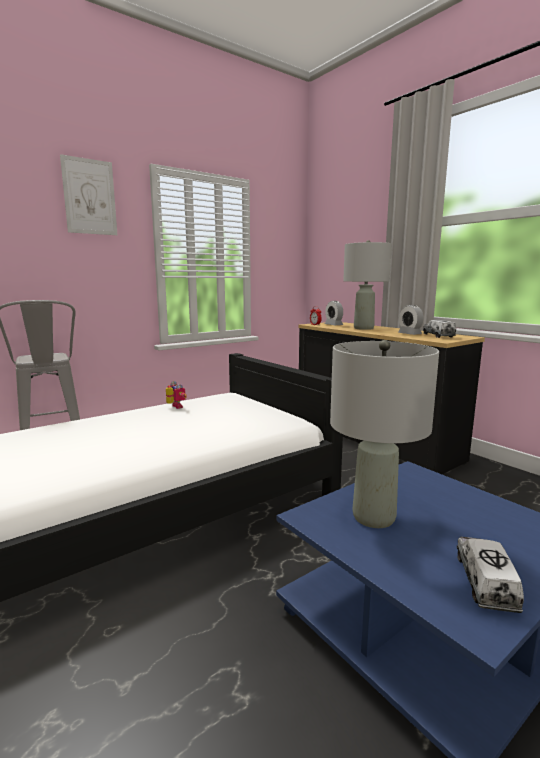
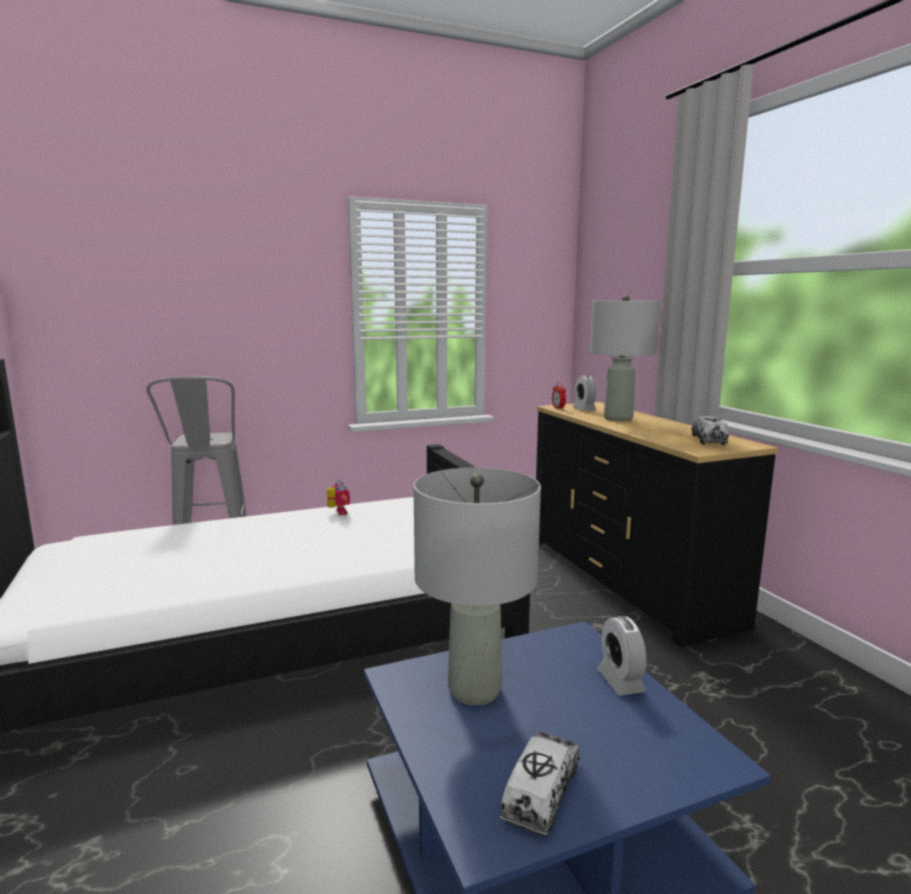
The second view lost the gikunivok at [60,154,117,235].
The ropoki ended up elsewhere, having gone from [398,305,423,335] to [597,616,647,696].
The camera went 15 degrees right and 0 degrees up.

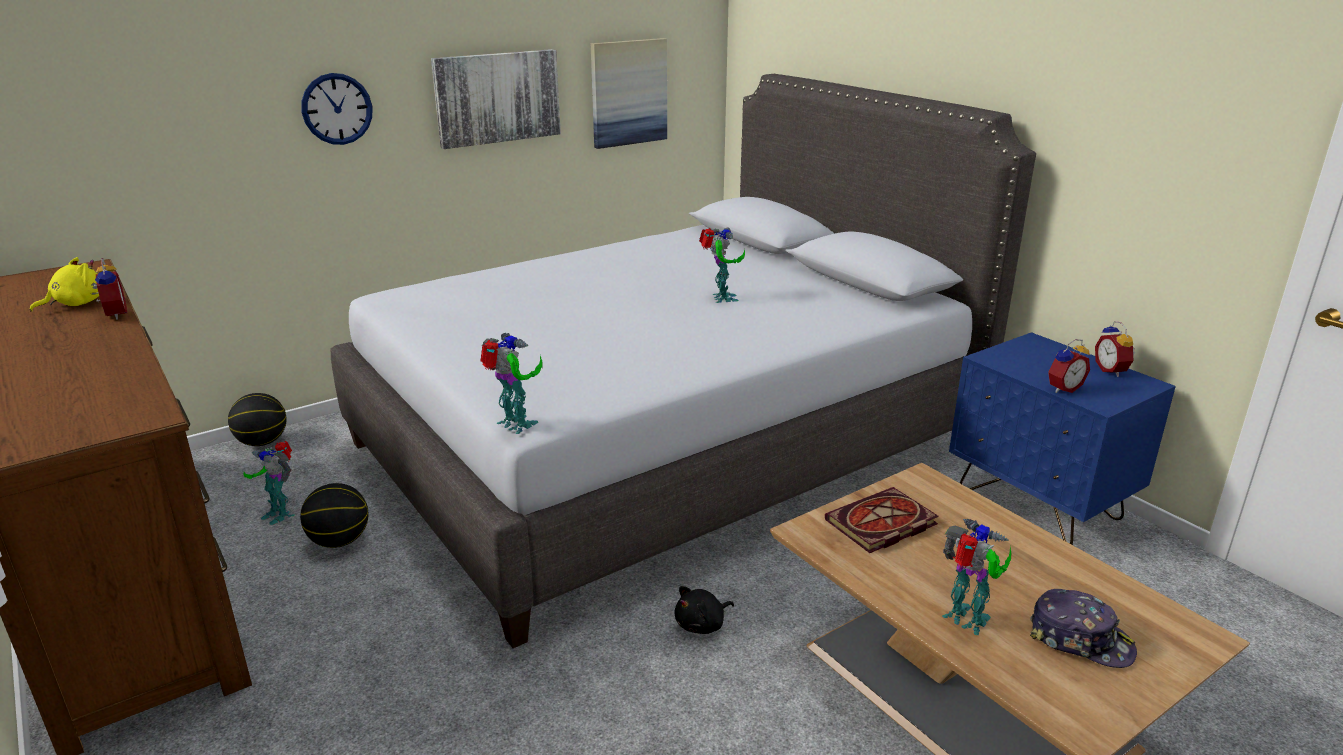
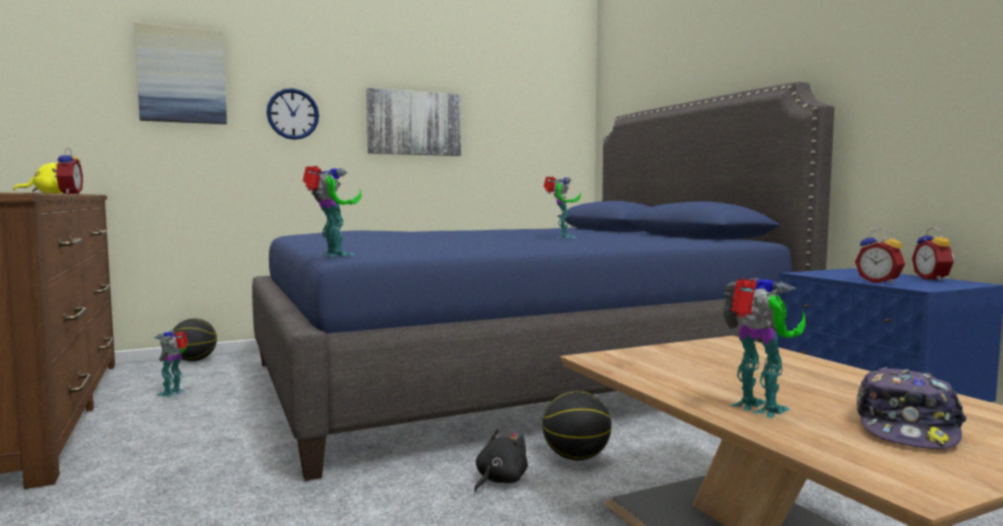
The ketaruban at [244,441,295,525] ended up facing another way, 60 degrees clockwise from before.
The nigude ended up elsewhere, having gone from [300,483,369,548] to [542,390,611,461].
What was the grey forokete at [331,74,1036,648] turned into the blue forokete at [252,82,835,481].
The gikunivok ended up elsewhere, having gone from [591,38,667,149] to [134,22,227,124].
The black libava at [674,586,734,634] ended up facing another way, 150 degrees clockwise from before.
The second view lost the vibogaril at [825,487,939,553].
The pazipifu at [1030,589,1137,668] ended up facing another way, 75 degrees clockwise from before.
The ropoki at [1048,339,1090,393] ended up facing another way, 75 degrees clockwise from before.
The camera went 10 degrees right and 20 degrees down.

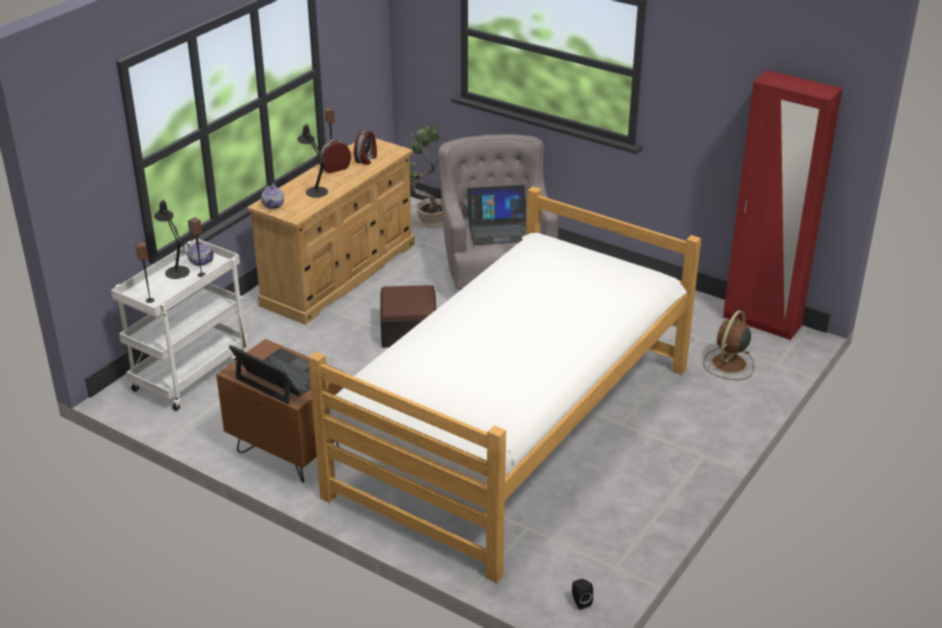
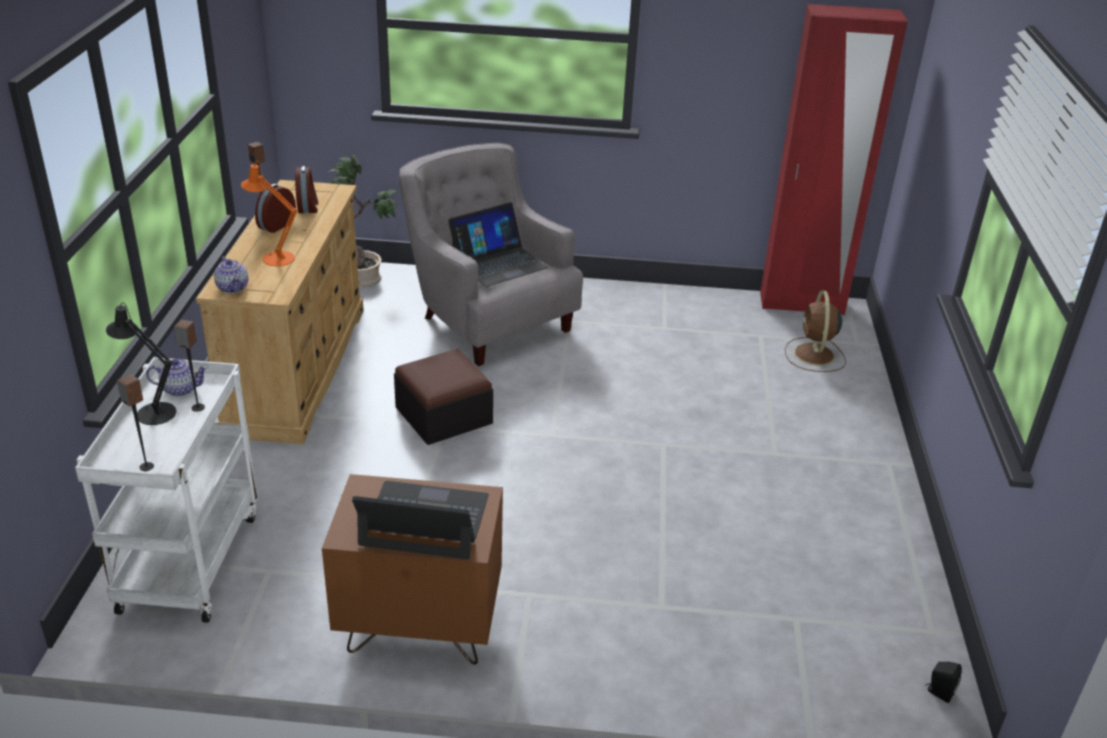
What was the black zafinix at [297,123,328,198] turned into the orange zafinix at [241,161,297,266].
The second view lost the forokete at [308,186,701,583].
The camera went 30 degrees left and 0 degrees up.

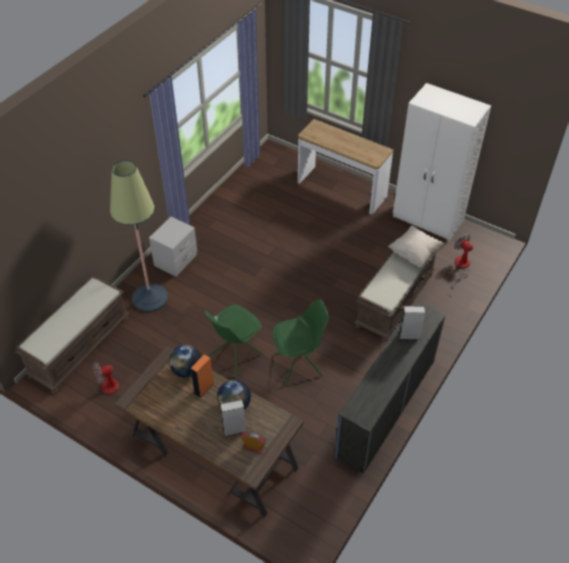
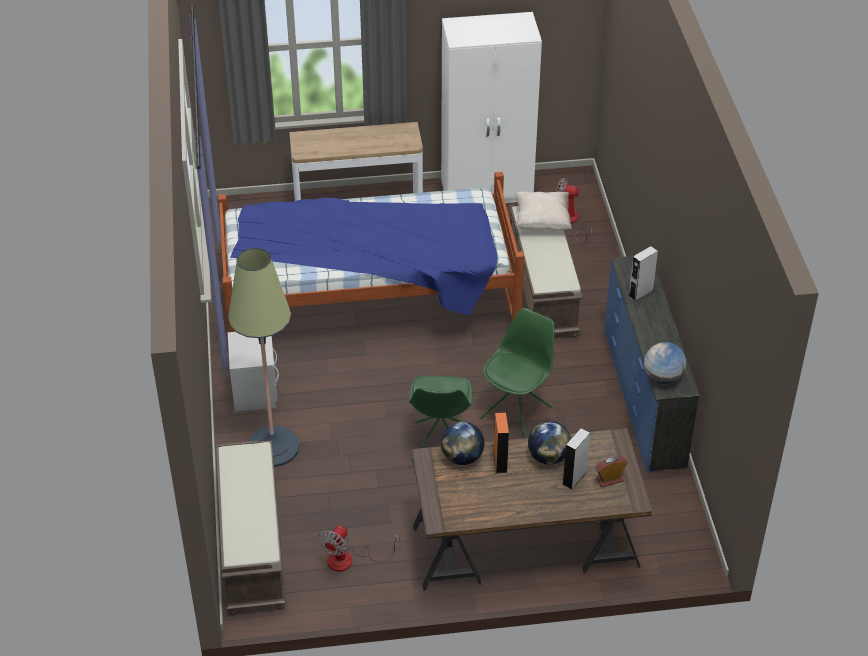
The second view gained the forokete at [218,172,525,332].
The second view gained the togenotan at [644,342,686,384].
The camera went 40 degrees left and 5 degrees down.

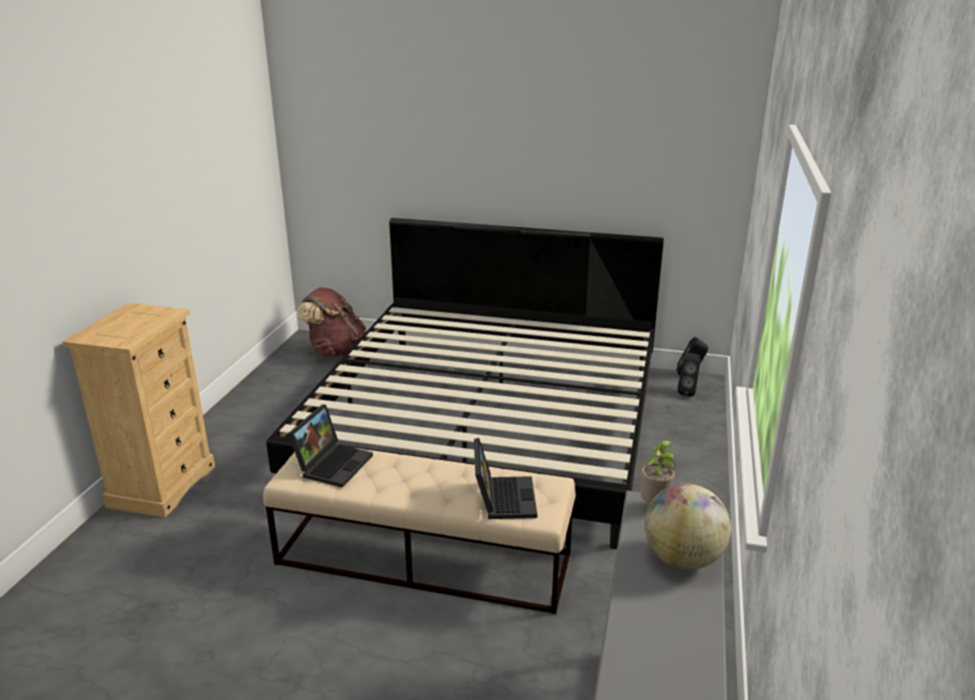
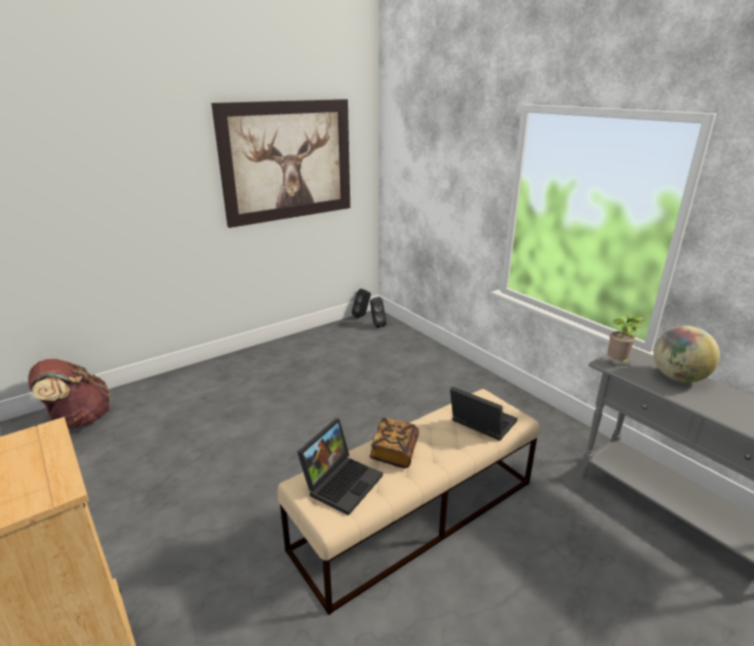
The second view lost the forokete at [266,218,664,549].
The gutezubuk at [288,404,373,488] ended up facing another way, 60 degrees clockwise from before.
The second view gained the gikunivok at [211,99,350,228].
The second view gained the vibogaril at [369,418,419,468].
The camera went 50 degrees left and 0 degrees up.

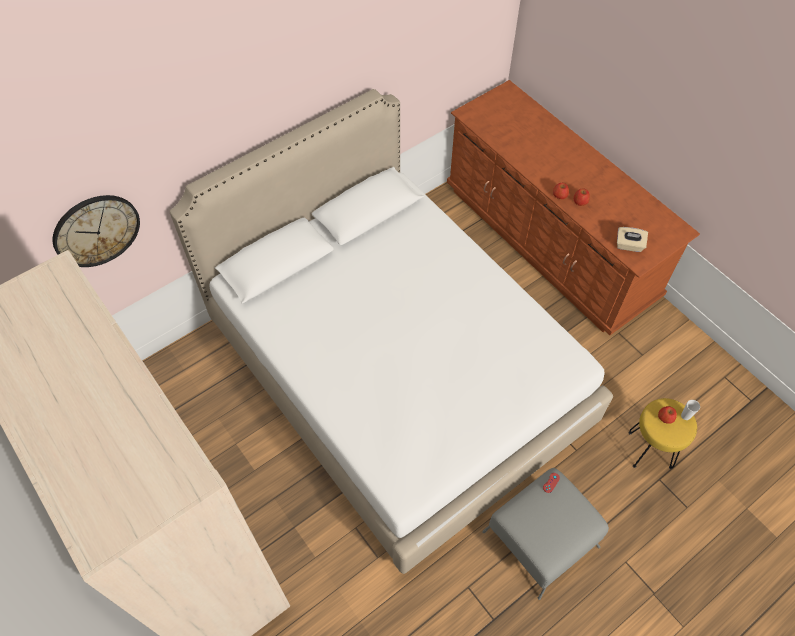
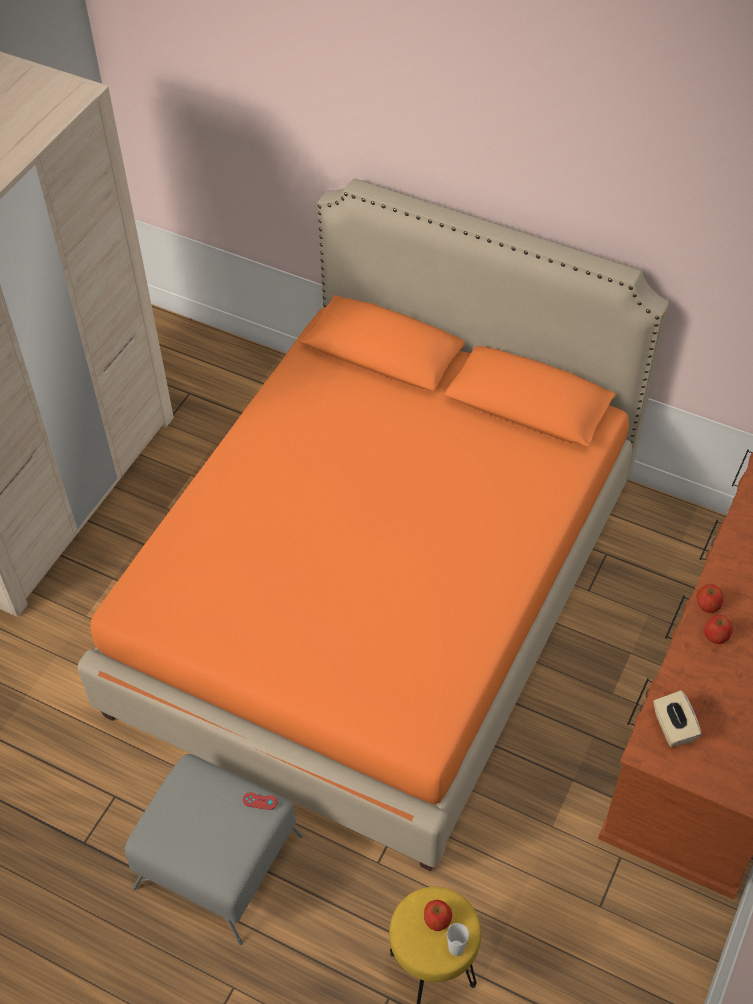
The second view lost the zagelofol at [53,195,140,267].
What was the white forokete at [169,89,613,574] turned into the orange forokete at [77,179,669,871].
The camera went 65 degrees right and 5 degrees down.

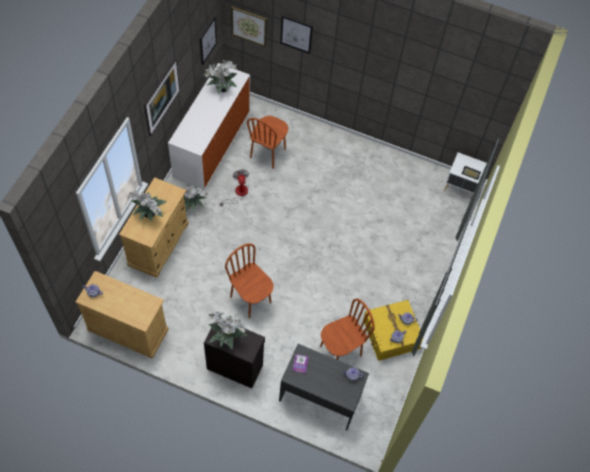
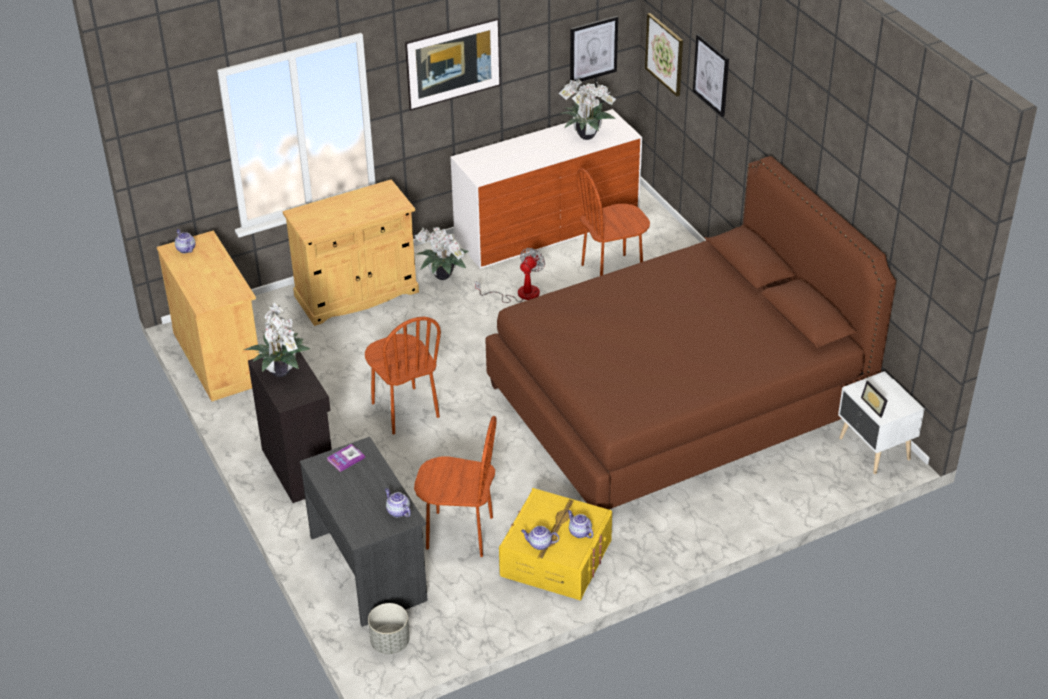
The second view lost the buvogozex at [129,190,167,222].
The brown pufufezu at [225,243,273,318] ended up facing another way, 150 degrees clockwise from before.
The second view gained the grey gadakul at [368,603,410,654].
The second view gained the brown forokete at [485,156,896,510].
The camera went 45 degrees right and 20 degrees down.

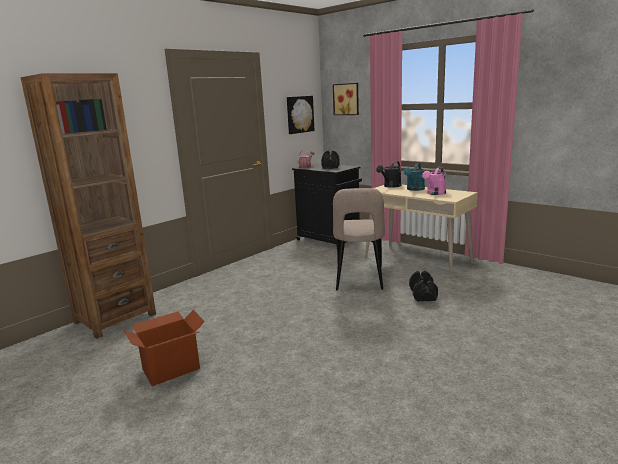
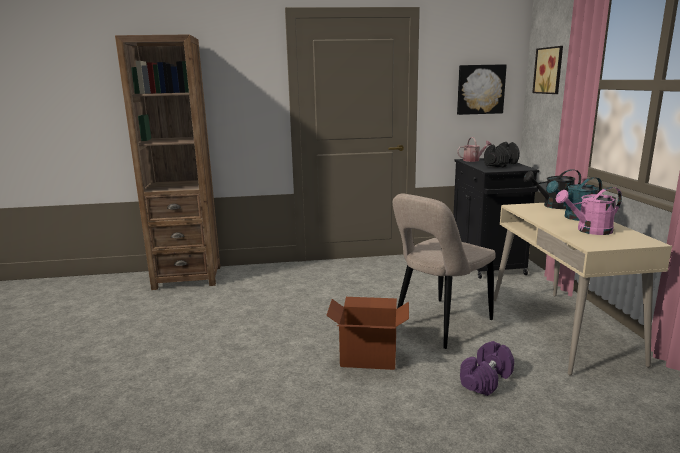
The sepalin ended up elsewhere, having gone from [124,310,205,386] to [326,297,409,370].
What was the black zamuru at [409,271,438,302] turned into the purple zamuru at [460,341,514,396].
The camera went 40 degrees right and 0 degrees up.

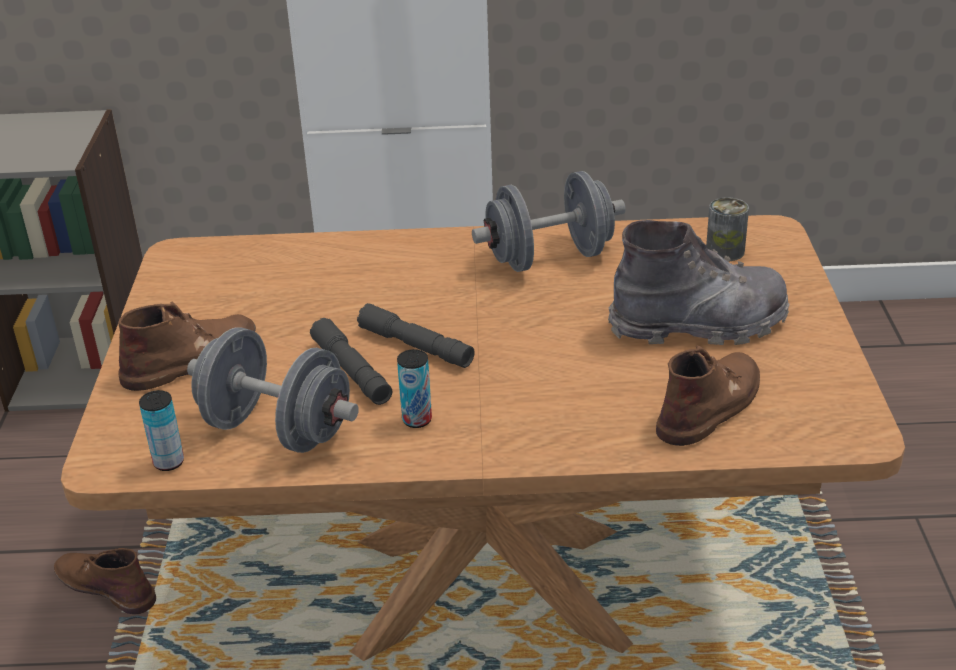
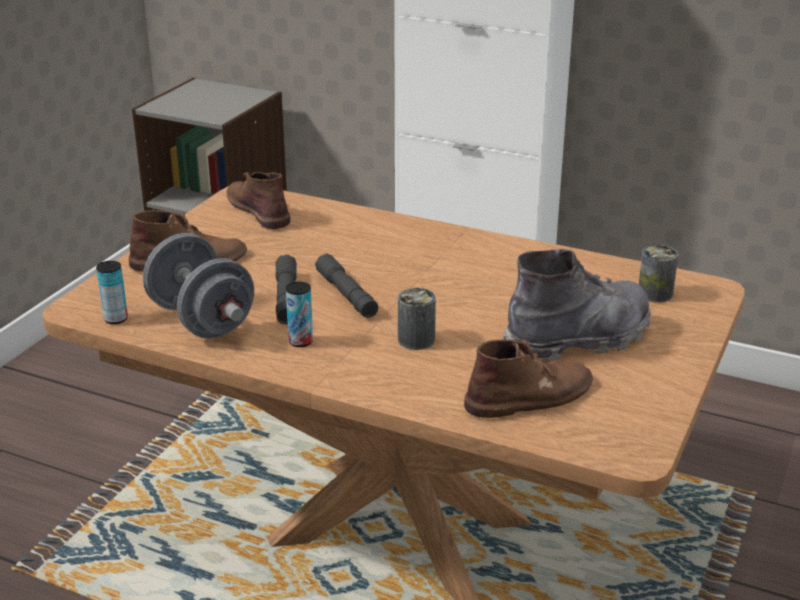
The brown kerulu ended up elsewhere, having gone from [54,548,156,614] to [226,172,291,229].
The second view lost the grey zamuru at [472,171,626,272].
The grey kerulu at [608,220,790,345] ended up facing another way, 45 degrees counterclockwise from before.
The second view gained the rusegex at [398,288,436,350].
The camera went 25 degrees right and 5 degrees down.

